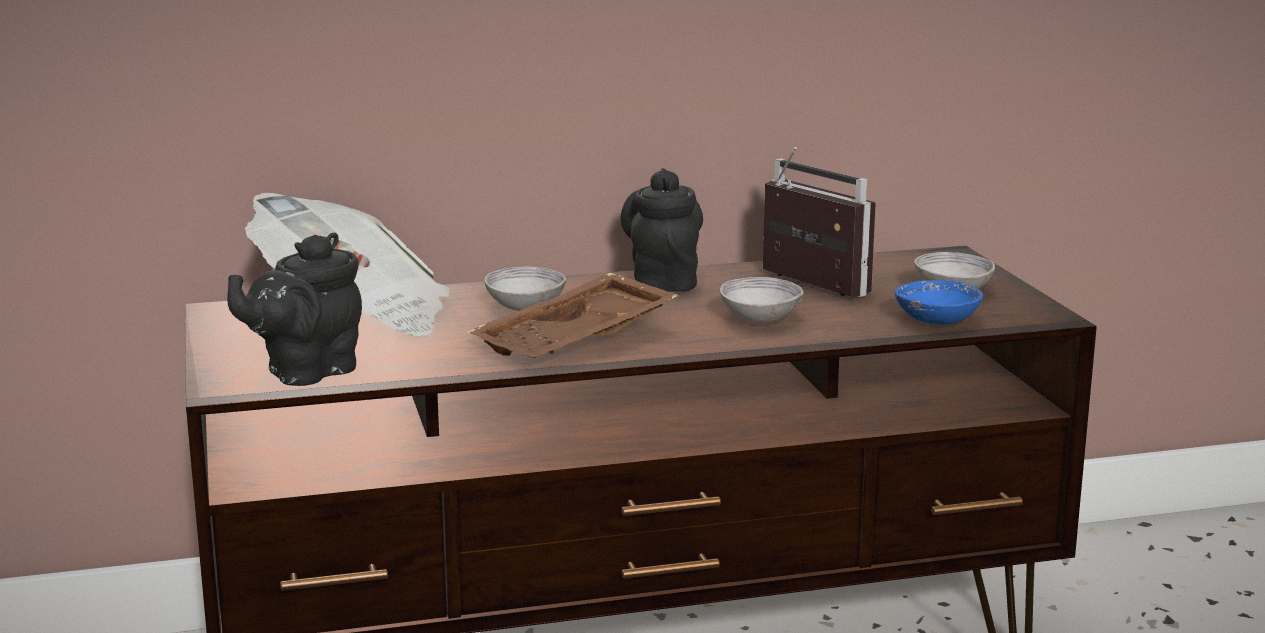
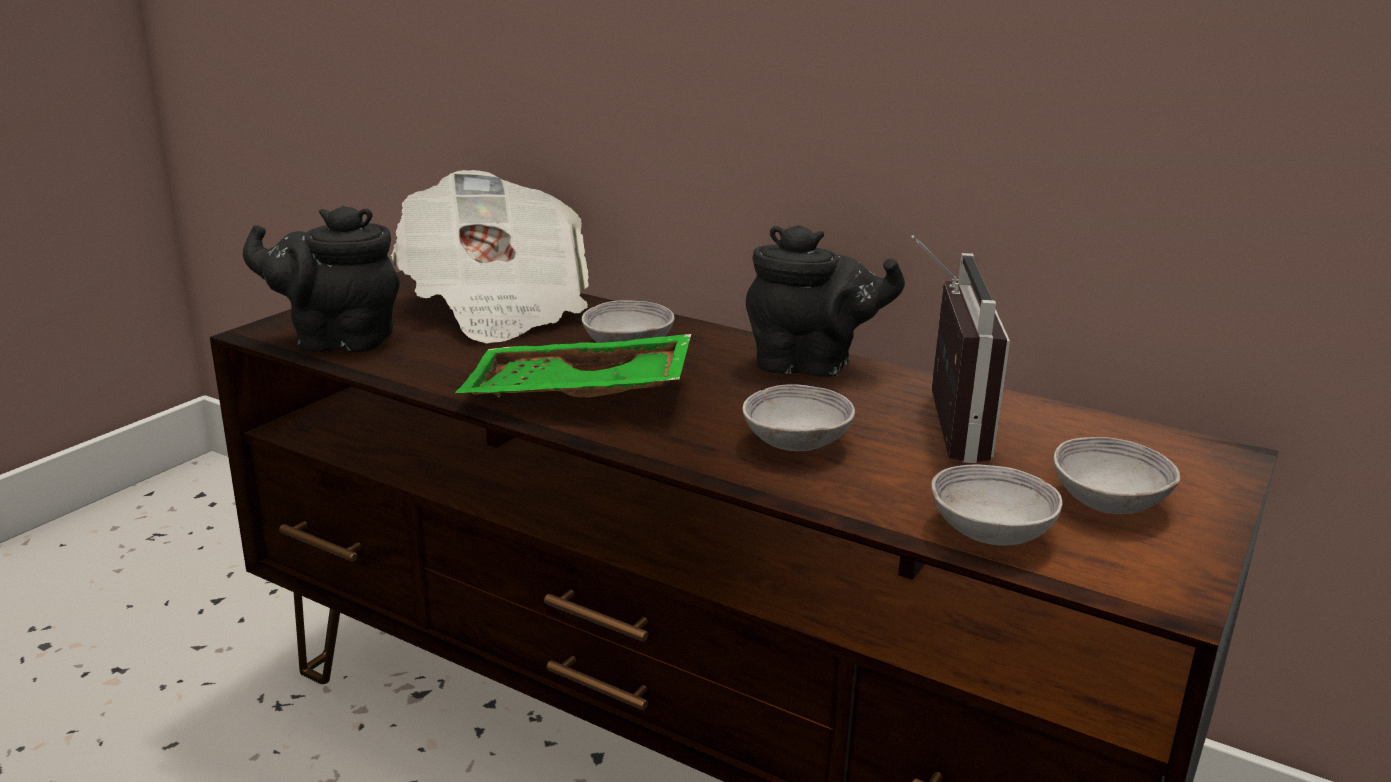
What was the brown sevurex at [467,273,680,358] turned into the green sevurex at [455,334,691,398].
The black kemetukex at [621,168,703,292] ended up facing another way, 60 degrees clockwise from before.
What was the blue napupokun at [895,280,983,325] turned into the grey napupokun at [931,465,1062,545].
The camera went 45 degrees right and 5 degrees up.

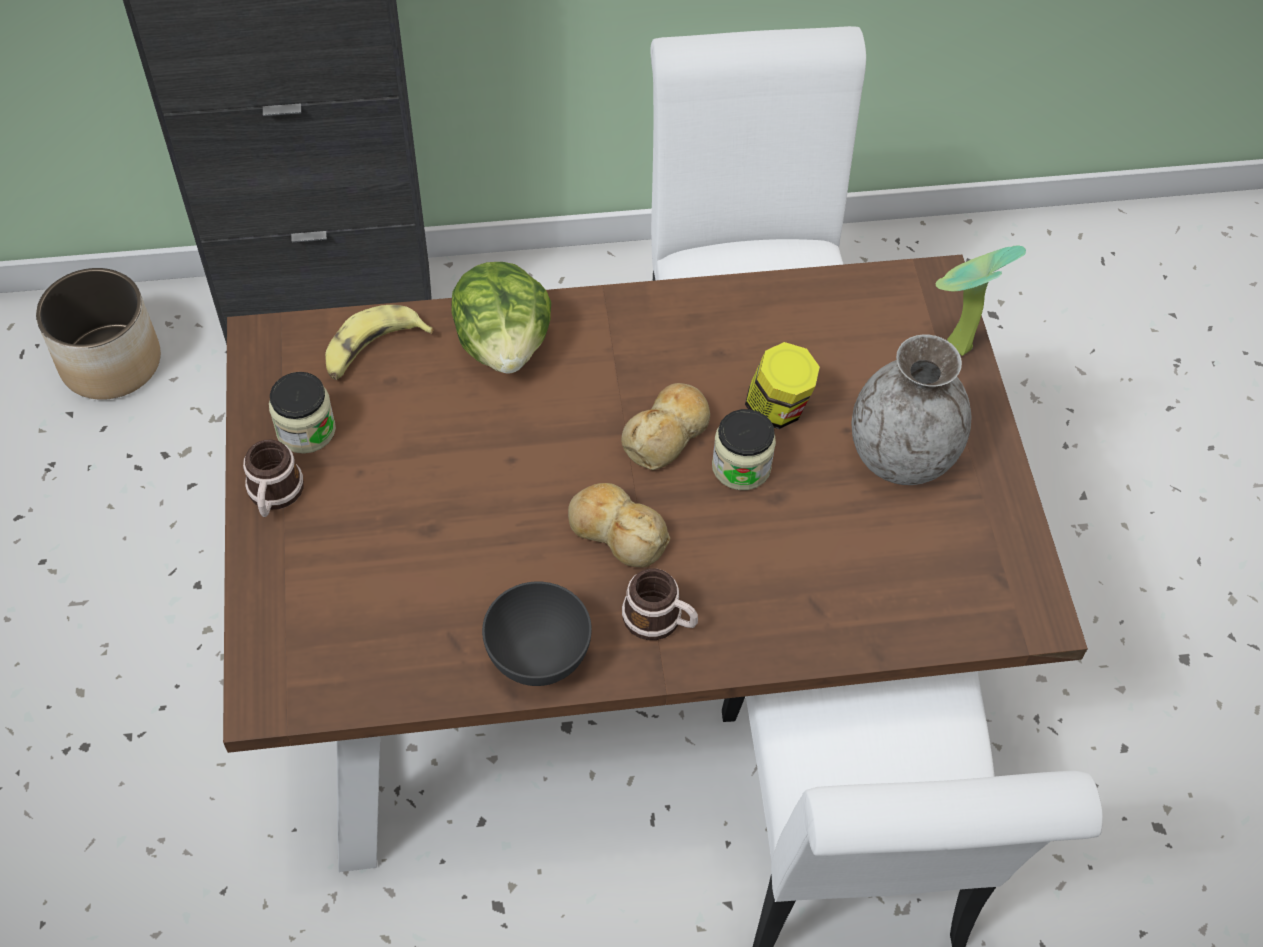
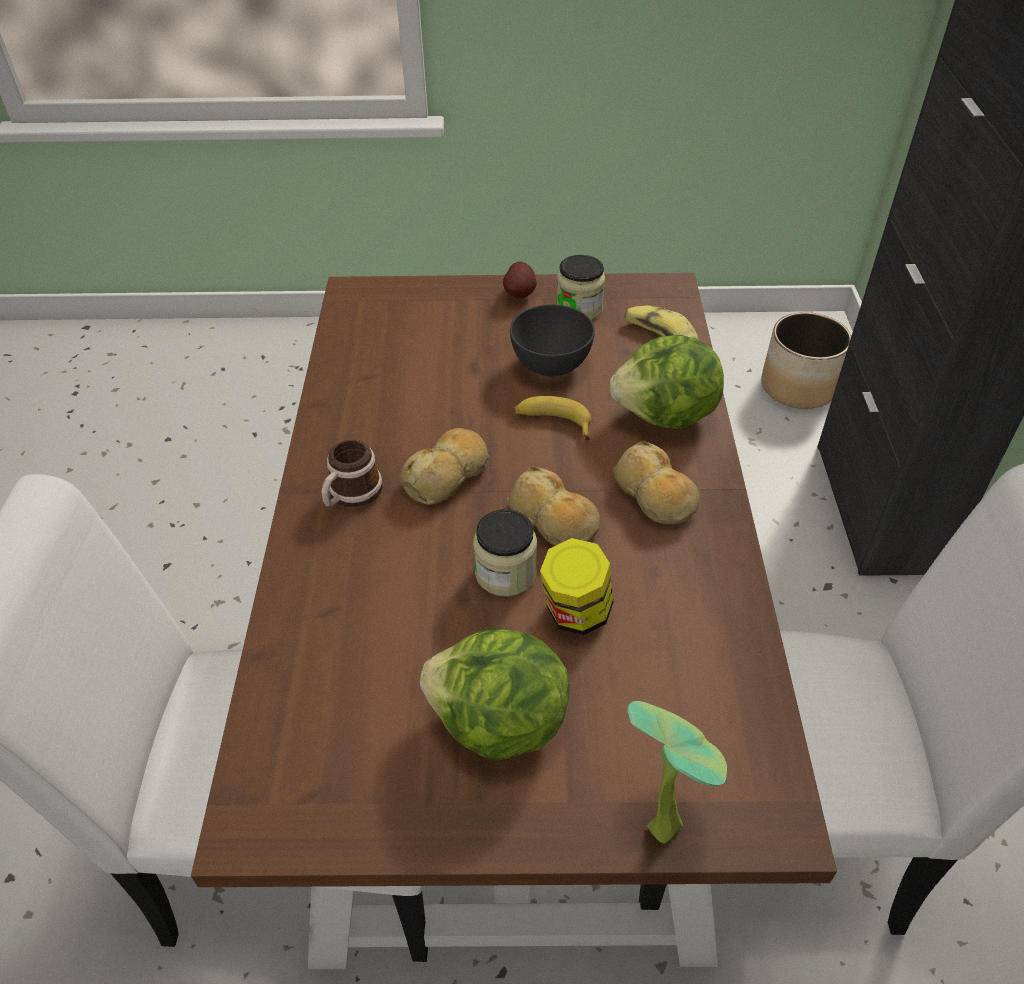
Where the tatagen stood at [243,439,304,517], the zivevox came to stand at [503,261,537,298].
The grey napupokun ended up elsewhere, having gone from [482,582,592,686] to [510,304,595,376].
Where the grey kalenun stood at [851,334,971,485], the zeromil came to stand at [420,628,569,761].
The second view gained the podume at [513,396,591,440].
The second view gained the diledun at [613,441,700,525].
The camera went 100 degrees right and 10 degrees down.

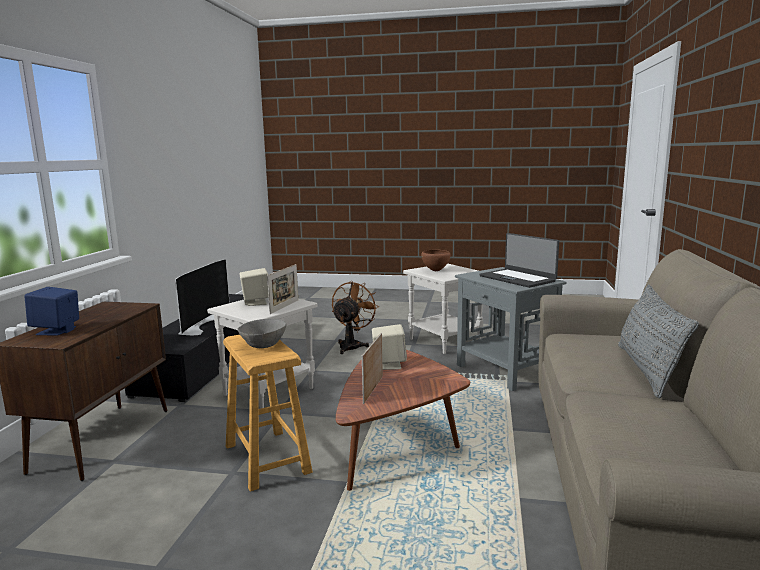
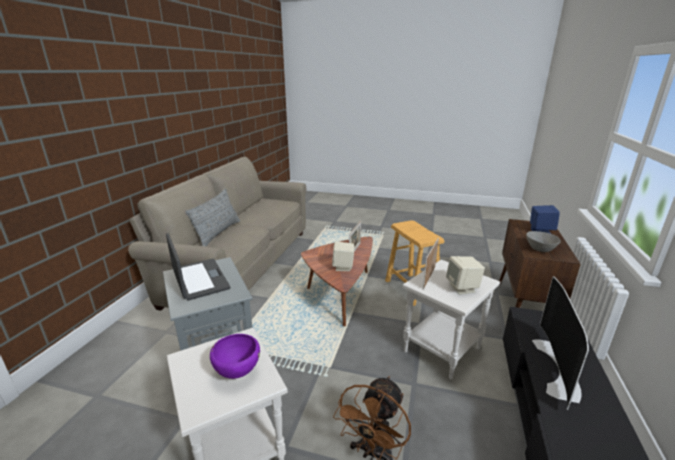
The grey napupokun ended up elsewhere, having gone from [238,319,286,348] to [526,231,561,252].
What was the brown napupokun at [421,250,450,271] turned into the purple napupokun at [210,334,260,379].
The camera went 175 degrees left and 10 degrees up.

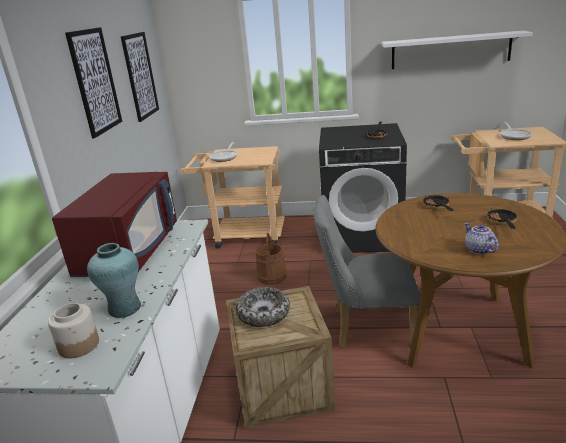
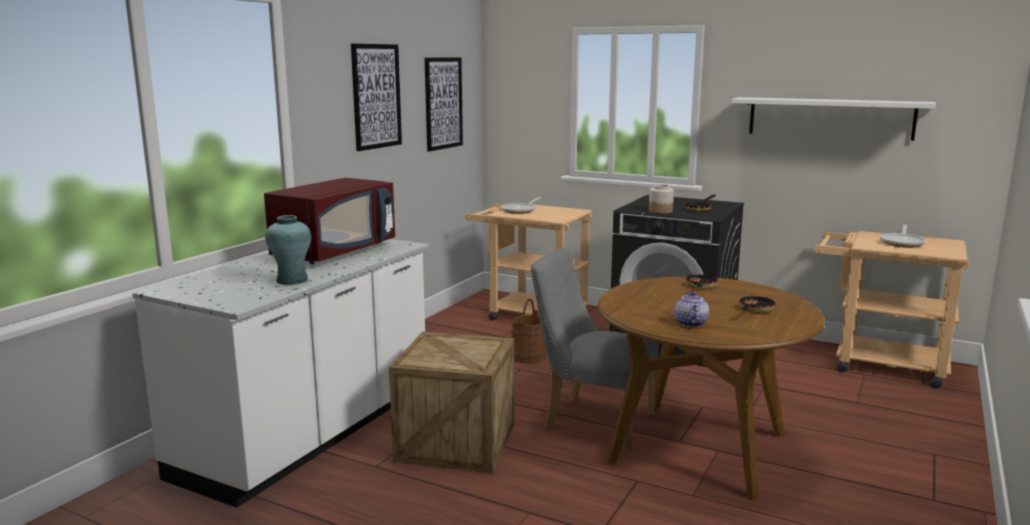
The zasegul ended up elsewhere, having gone from [48,303,99,359] to [649,184,674,214].
The second view lost the napupokun at [236,287,290,327].
The camera went 20 degrees right and 10 degrees down.

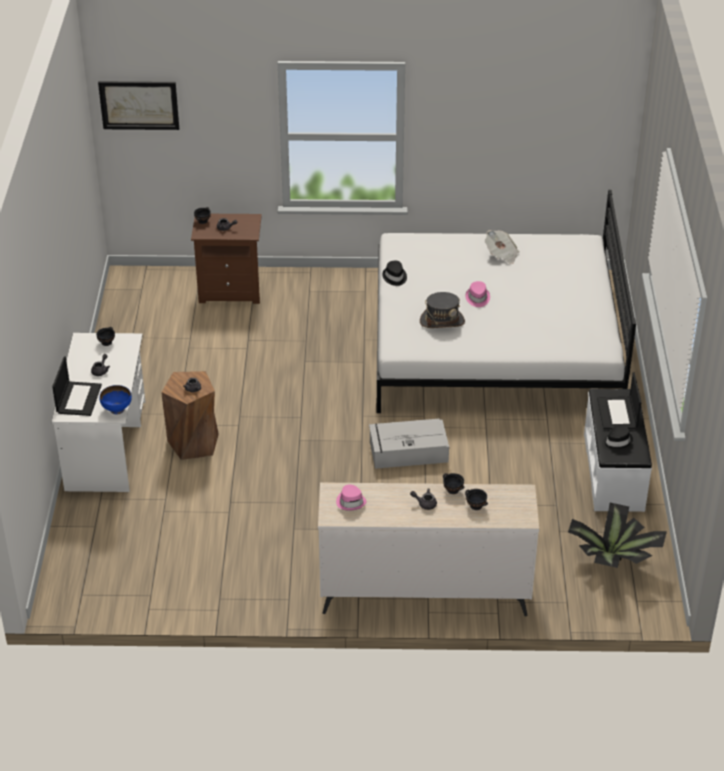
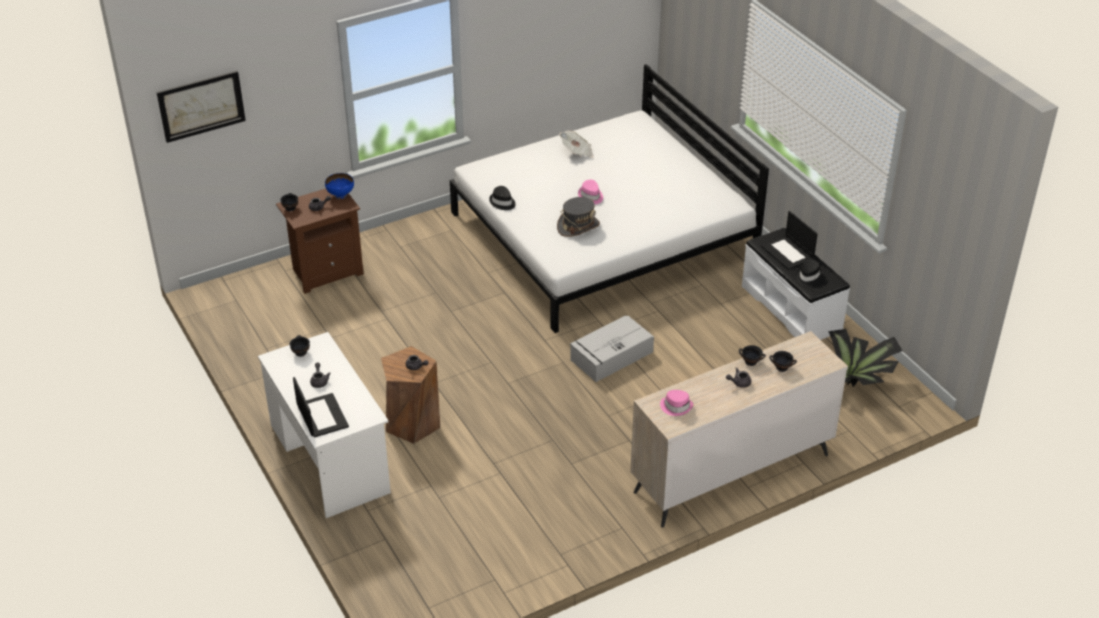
The blue napupokun ended up elsewhere, having gone from [99,385,132,414] to [325,173,354,199].
The camera went 30 degrees left and 0 degrees up.

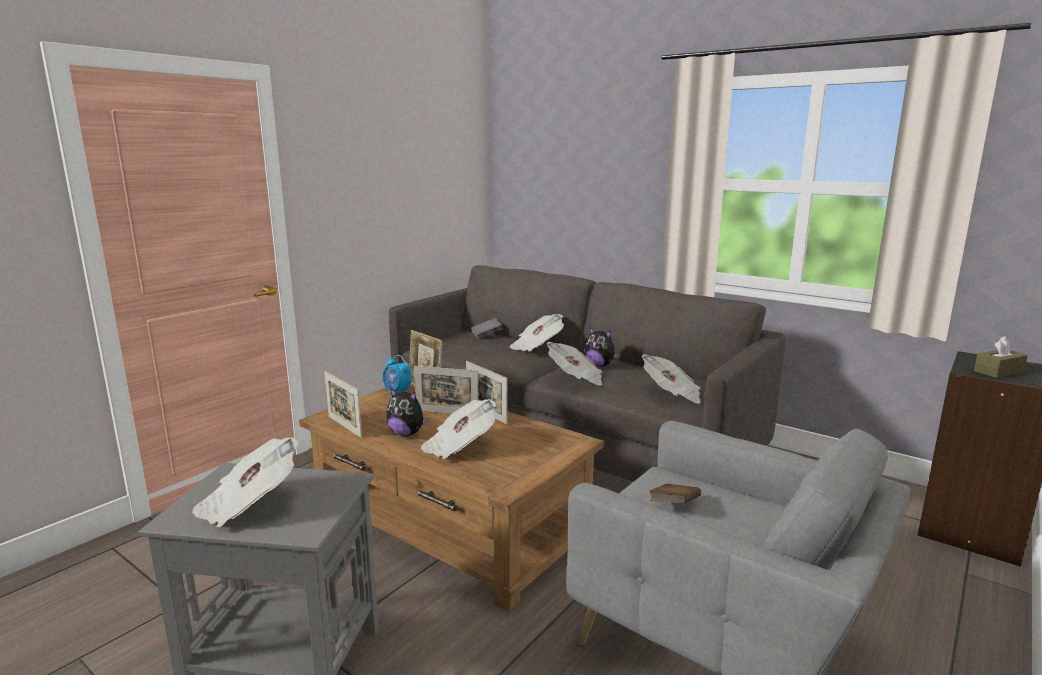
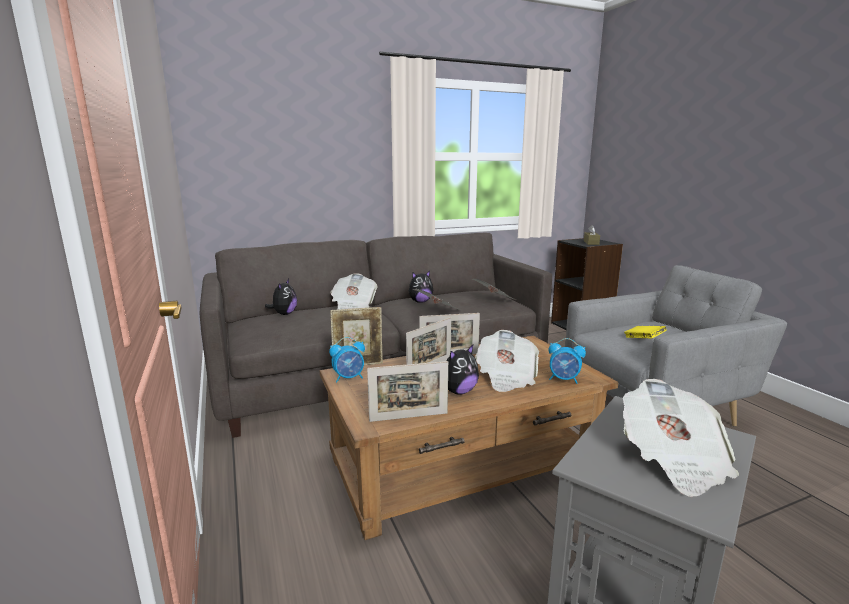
Where the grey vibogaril stood at [471,318,503,339], the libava came to stand at [265,279,297,315].
What was the brown vibogaril at [649,484,701,503] turned into the yellow vibogaril at [624,326,666,339].
The second view gained the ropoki at [549,338,586,384].
The camera went 60 degrees left and 0 degrees up.

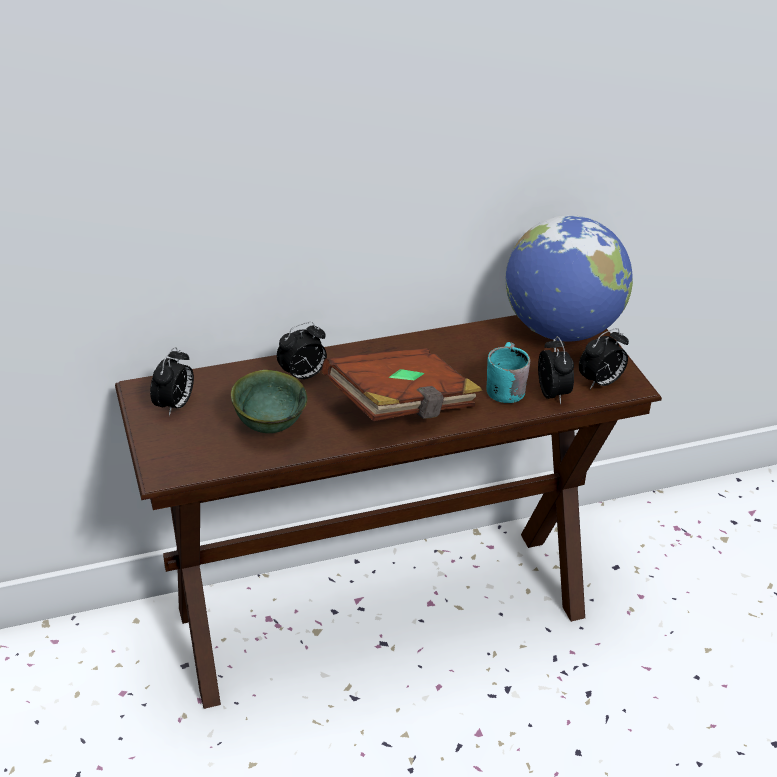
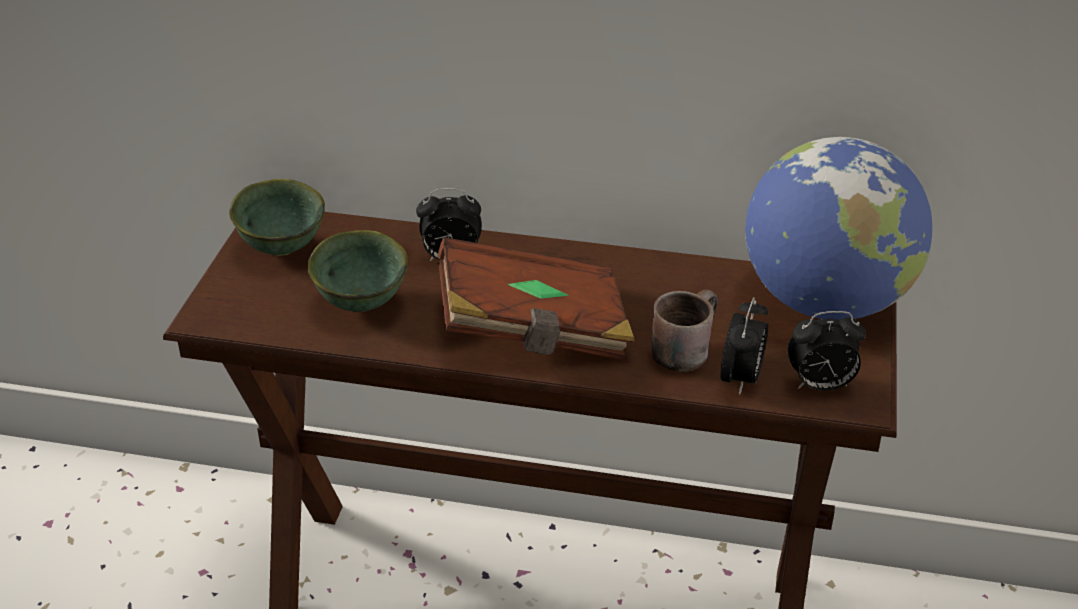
Where the ropoki stood at [150,347,194,416], the green napupokun came to stand at [229,179,325,256].
What was the turquoise tatagen at [486,342,530,403] turned into the brown tatagen at [652,289,718,372].
The camera went 30 degrees right and 0 degrees up.

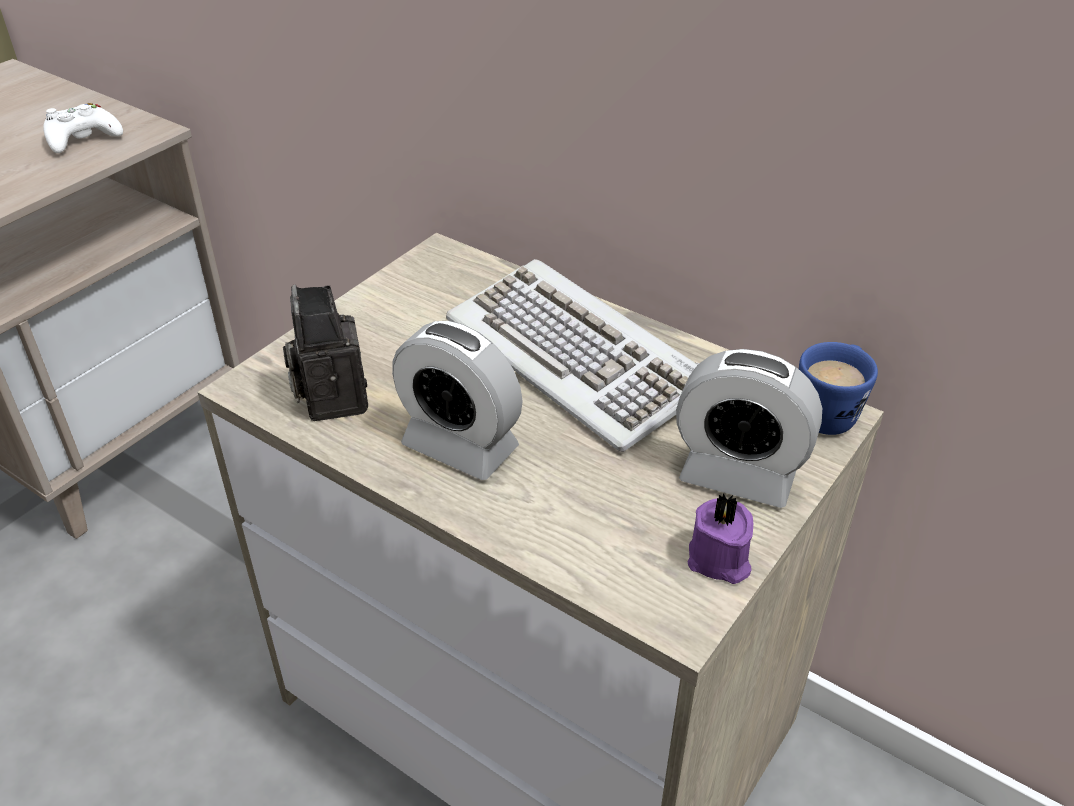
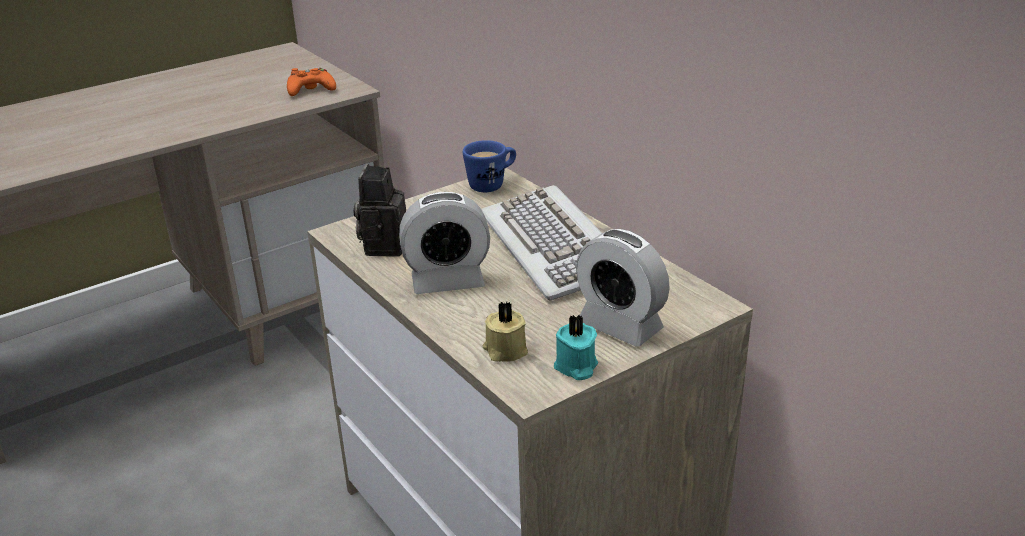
What was the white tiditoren at [43,103,123,153] turned into the orange tiditoren at [287,68,336,96].
The ropoki at [392,321,523,480] ended up facing another way, 60 degrees counterclockwise from before.
What was the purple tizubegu at [687,493,753,584] turned into the turquoise tizubegu at [554,315,598,380].
The blue tatagen ended up elsewhere, having gone from [799,342,878,435] to [463,140,516,192].
The second view gained the beige tizubegu at [482,302,528,362].
The camera went 20 degrees right and 10 degrees down.

